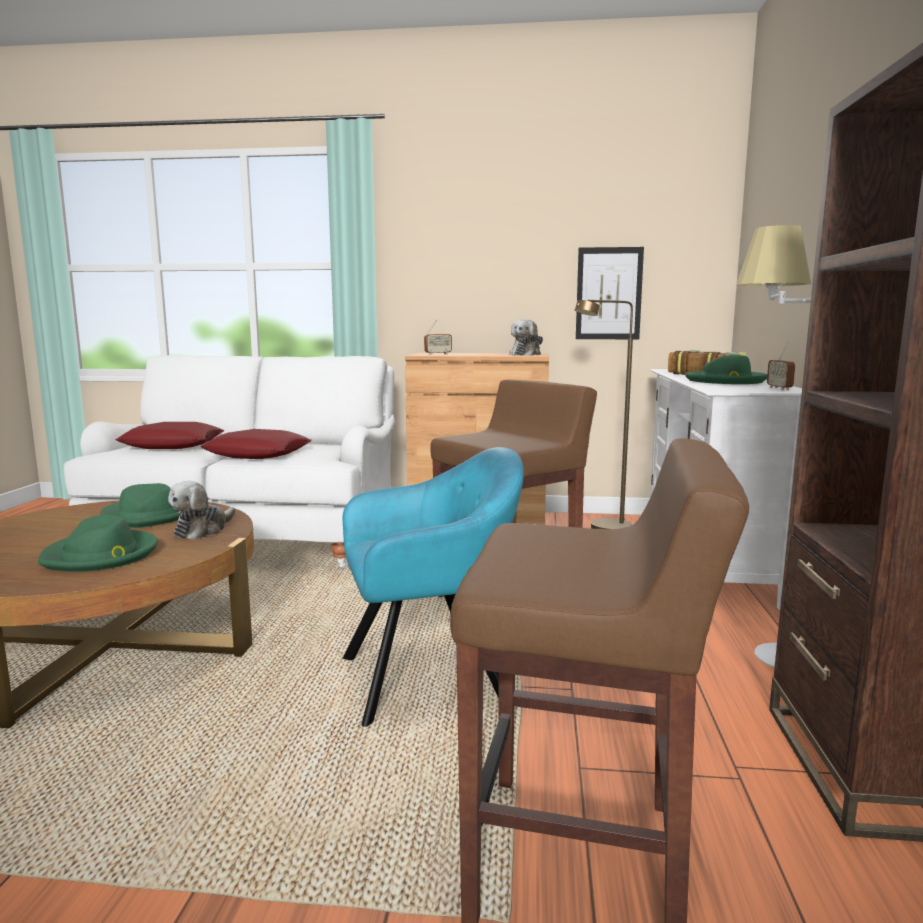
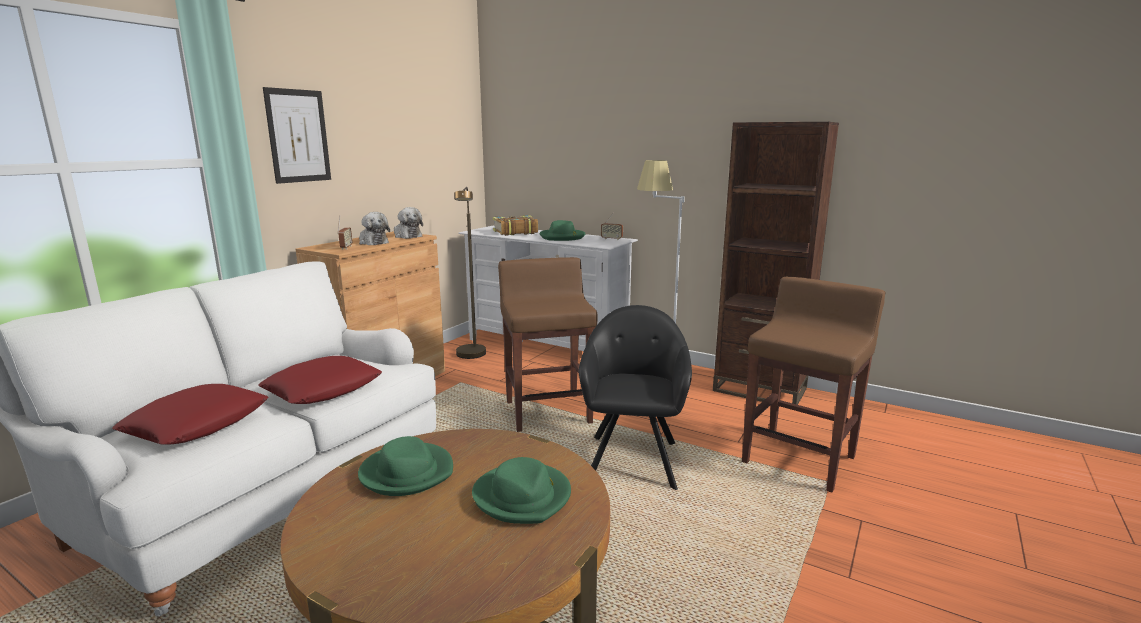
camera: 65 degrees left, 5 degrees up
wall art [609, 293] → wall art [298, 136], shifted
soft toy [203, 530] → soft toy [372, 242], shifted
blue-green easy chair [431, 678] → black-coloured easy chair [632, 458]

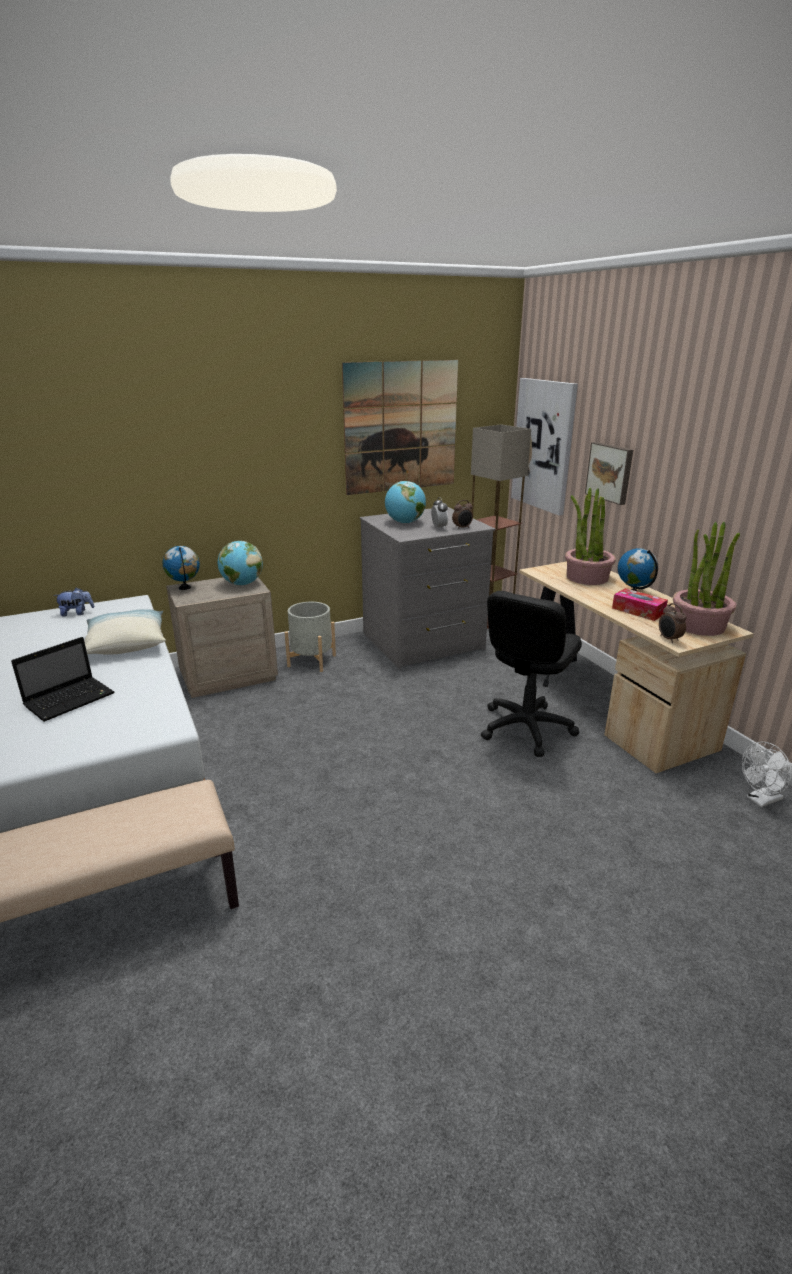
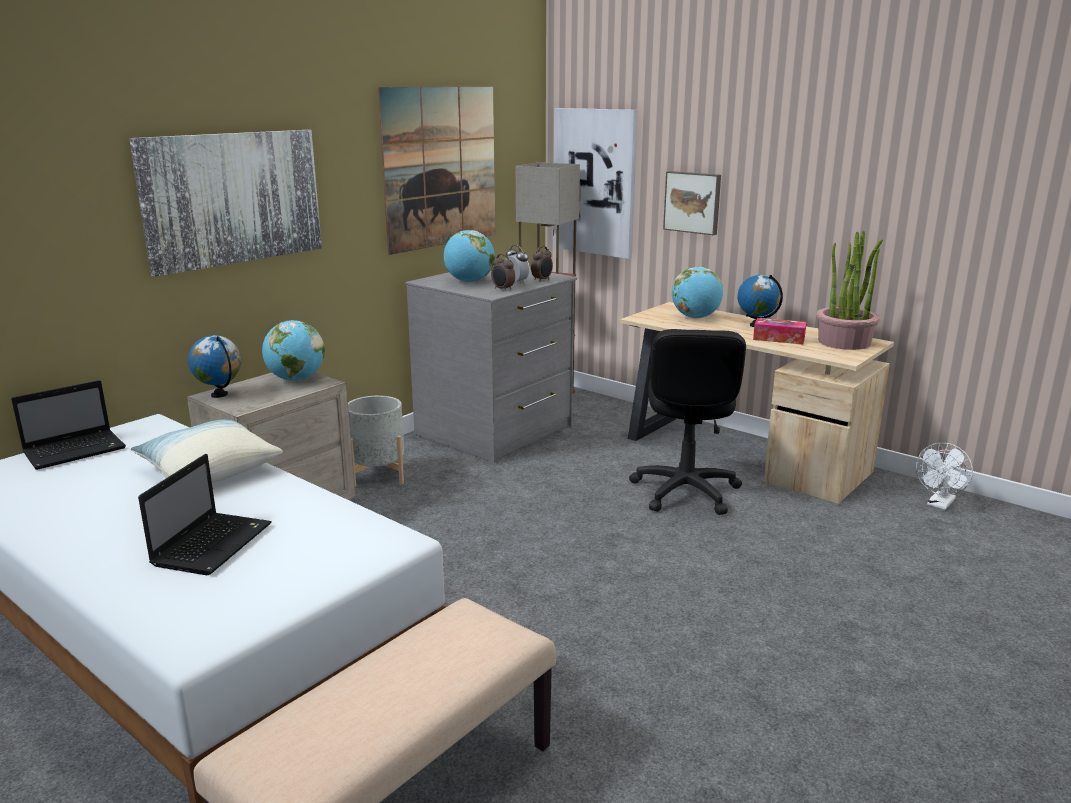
camera: 25 degrees left, 5 degrees down
soft toy [77, 613] → laptop [77, 450]
- → wall art [233, 198]
table clock [669, 639] → table clock [503, 289], shifted
potted plant [587, 578] → desk globe [695, 317]

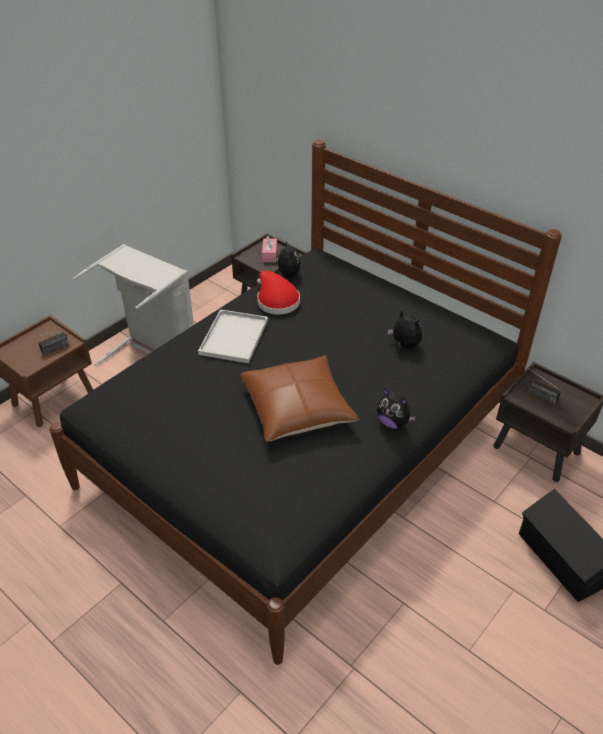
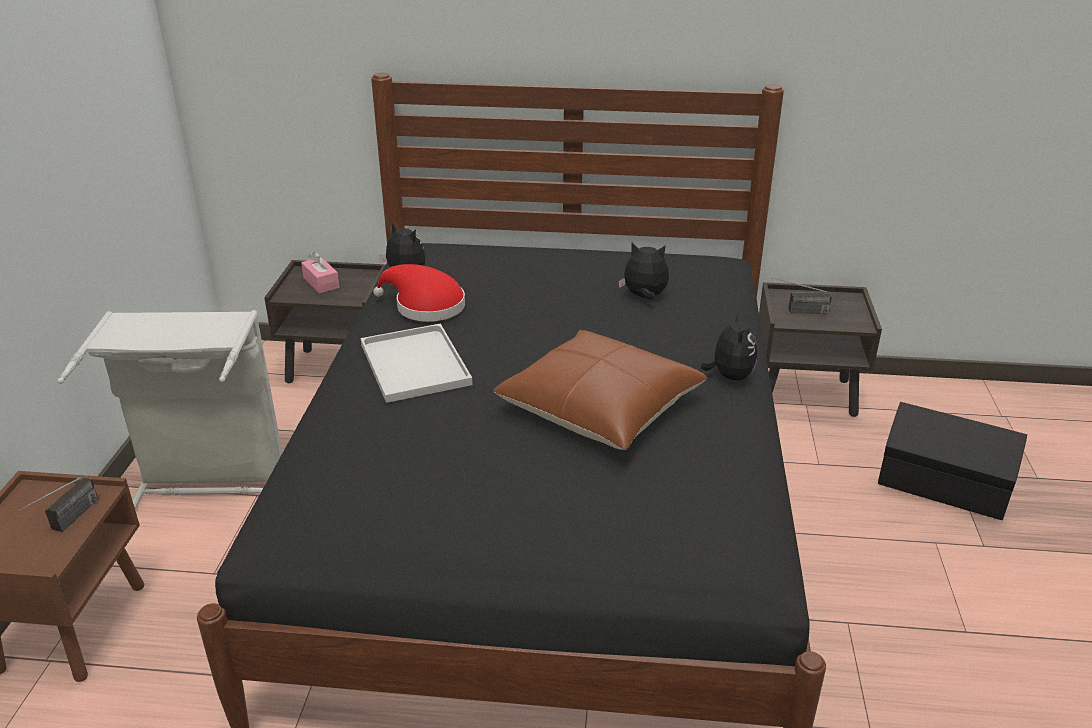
camera: 35 degrees left, 10 degrees down
soft toy [393, 423] → soft toy [729, 376], 90 degrees counterclockwise

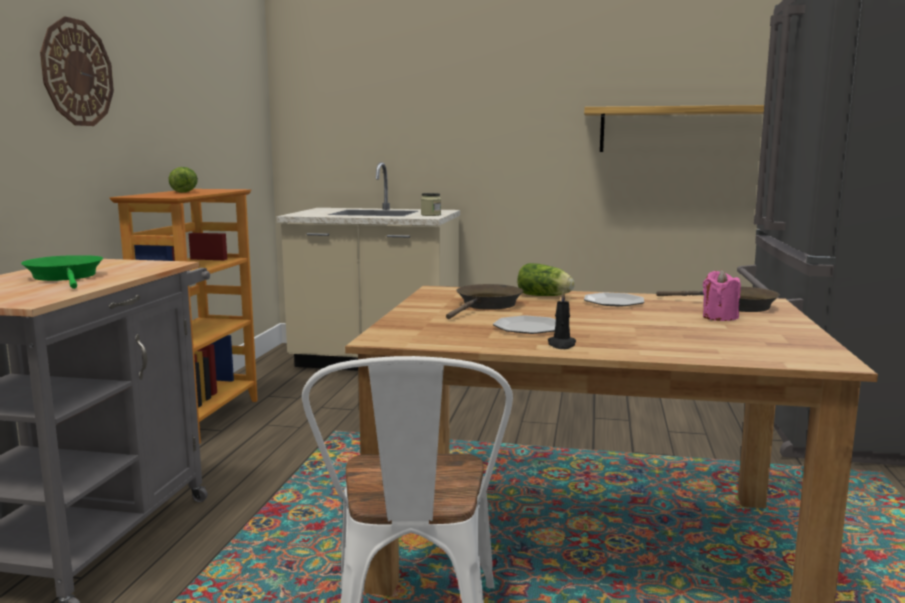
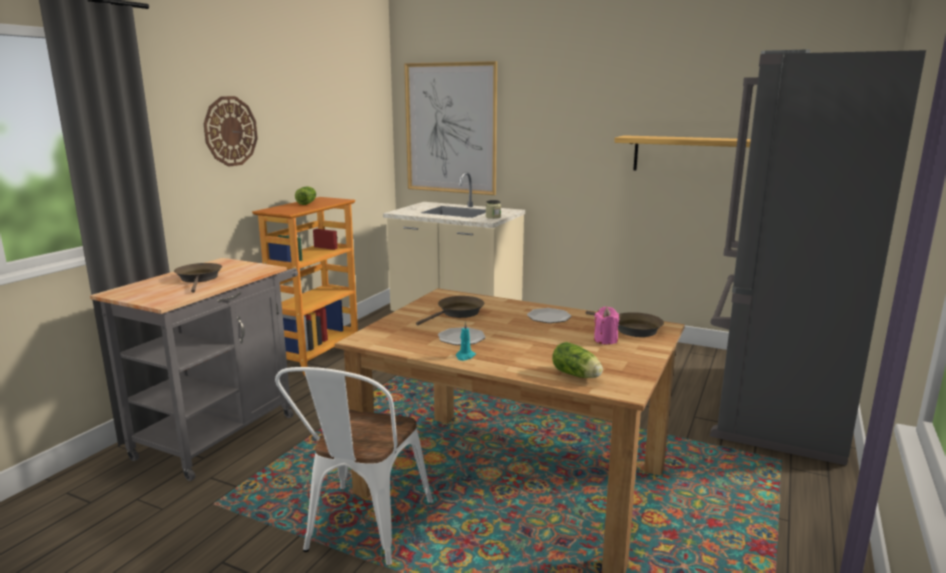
camera: 15 degrees right, 5 degrees up
green frying pan [66, 277] → brownish frying pan [199, 279]
- → wall art [450, 128]
black-coloured candle [561, 345] → blue-green candle [465, 356]
lettuce head [546, 296] → lettuce head [577, 375], shifted

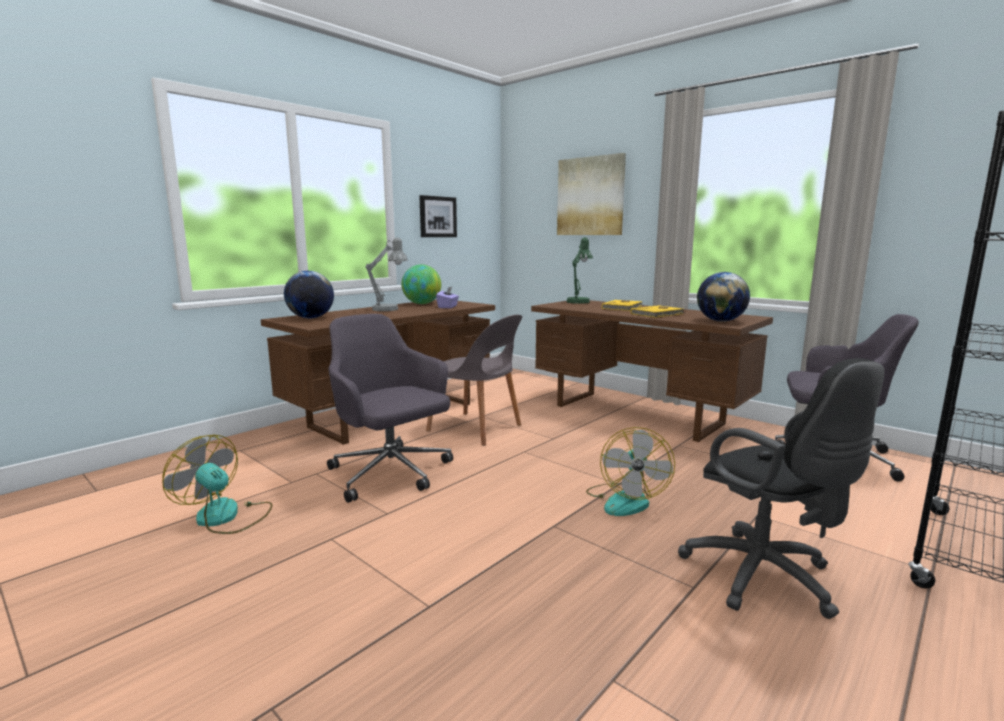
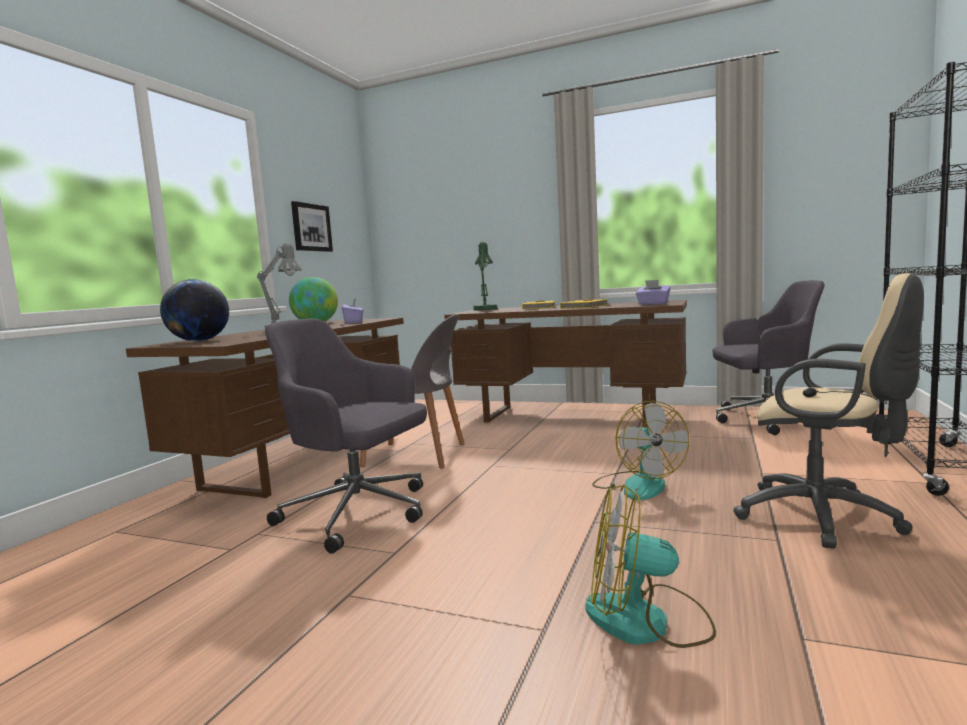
camera: 20 degrees left, 5 degrees down
cooling fan [225, 517] → cooling fan [647, 621], shifted
desk globe [720, 321] → purple-coloured tissue box [653, 304]
black-coloured desk chair [766, 579] → beige-coloured desk chair [826, 518]
wall art [590, 196] → -

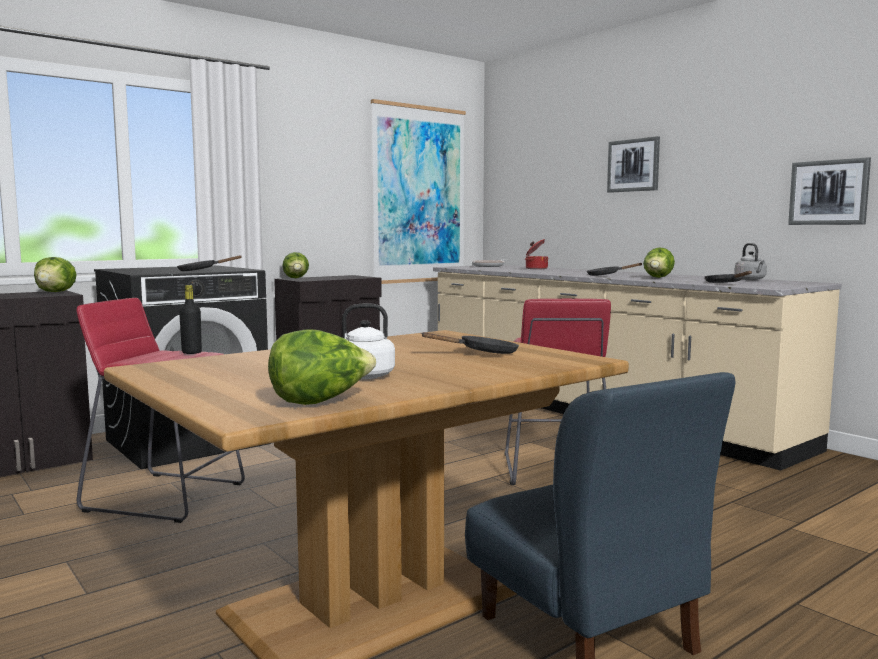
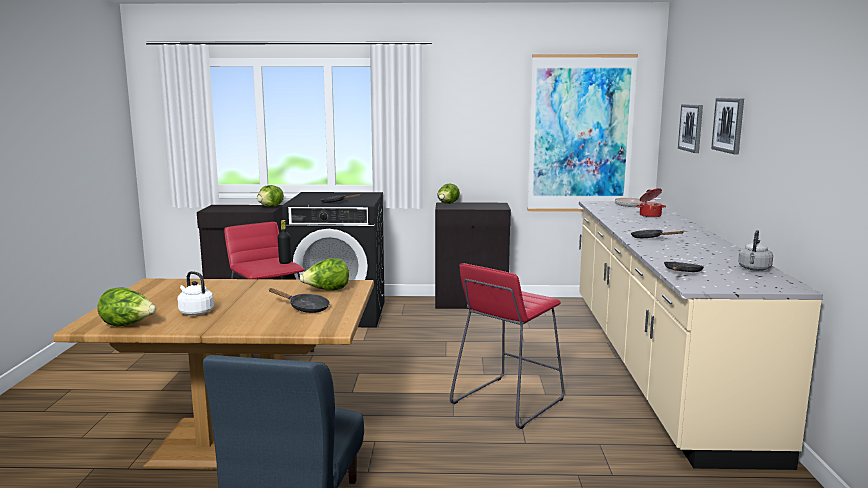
camera: 40 degrees right, 5 degrees up
lettuce head [658, 278] → lettuce head [326, 291], shifted
wall art [829, 192] → wall art [691, 127], shifted

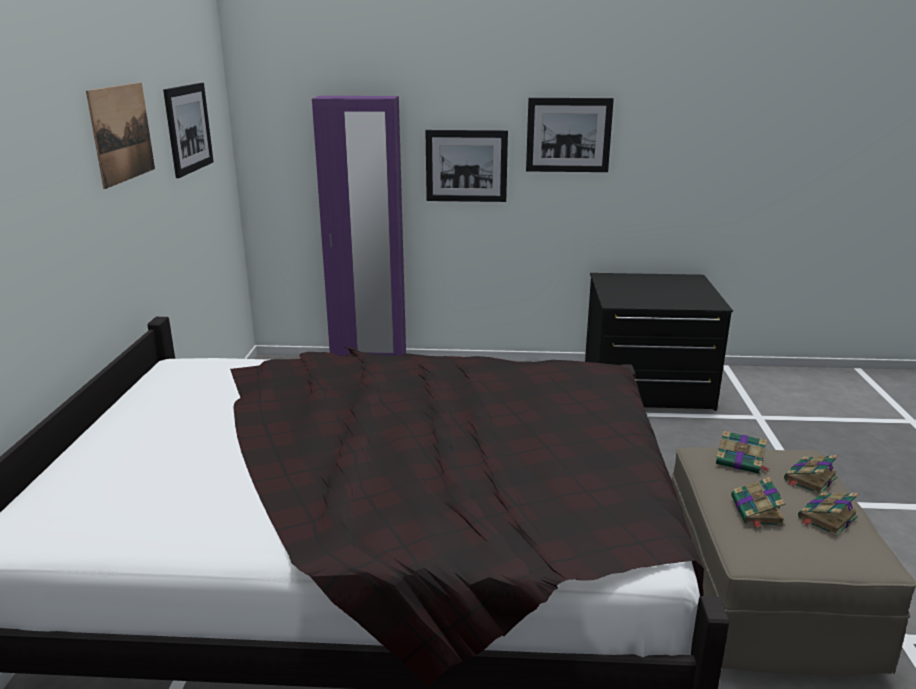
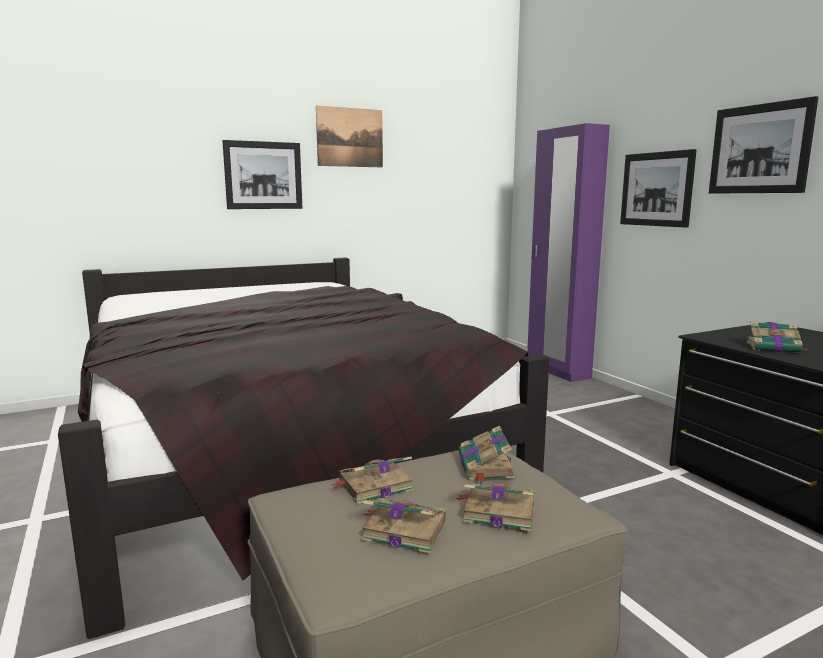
camera: 60 degrees right, 10 degrees down
wall art [188, 128] → wall art [263, 175], shifted
- → volume [774, 348]

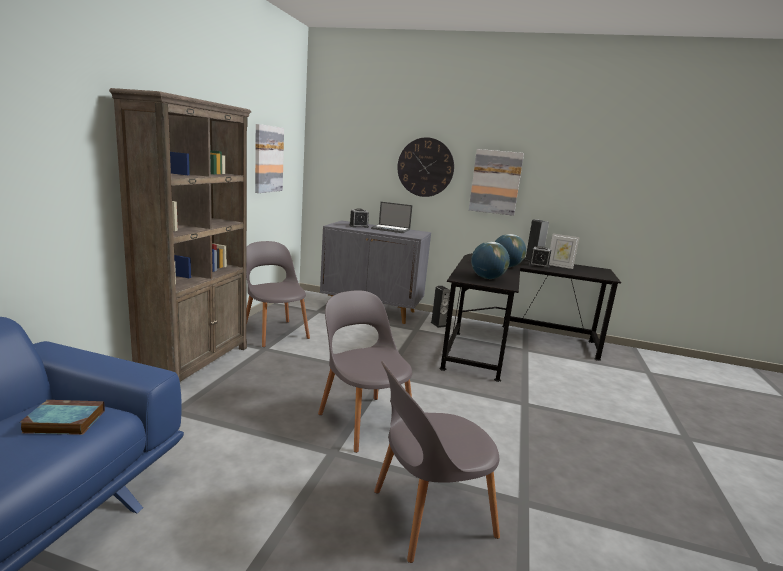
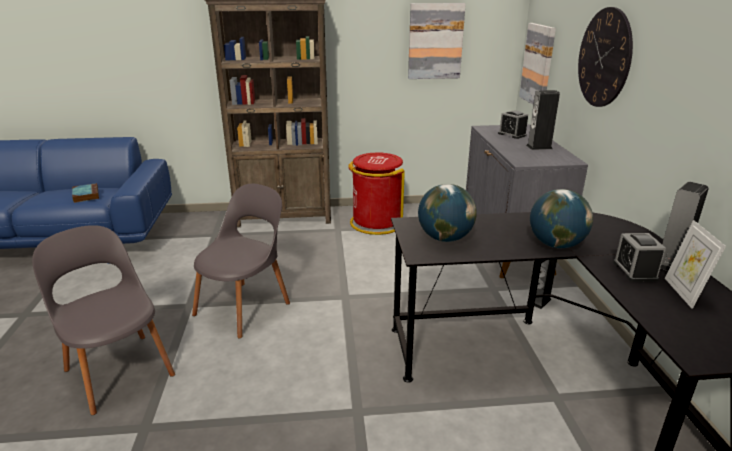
camera: 70 degrees right, 10 degrees up
gray upright chair [275, 332] → reddish waste bin [376, 223]
wall art [495, 182] → wall art [538, 65], shifted
laptop [391, 229] → loudspeaker [539, 147]

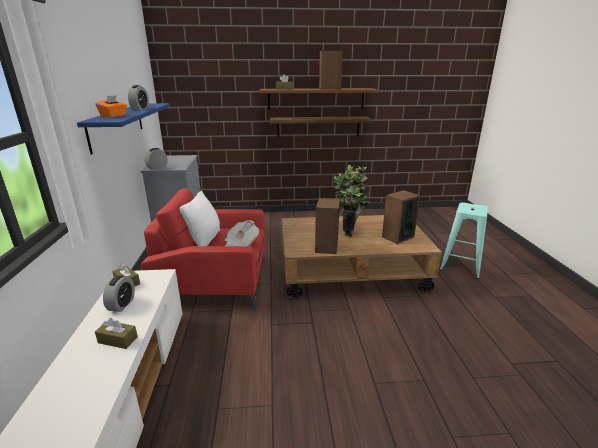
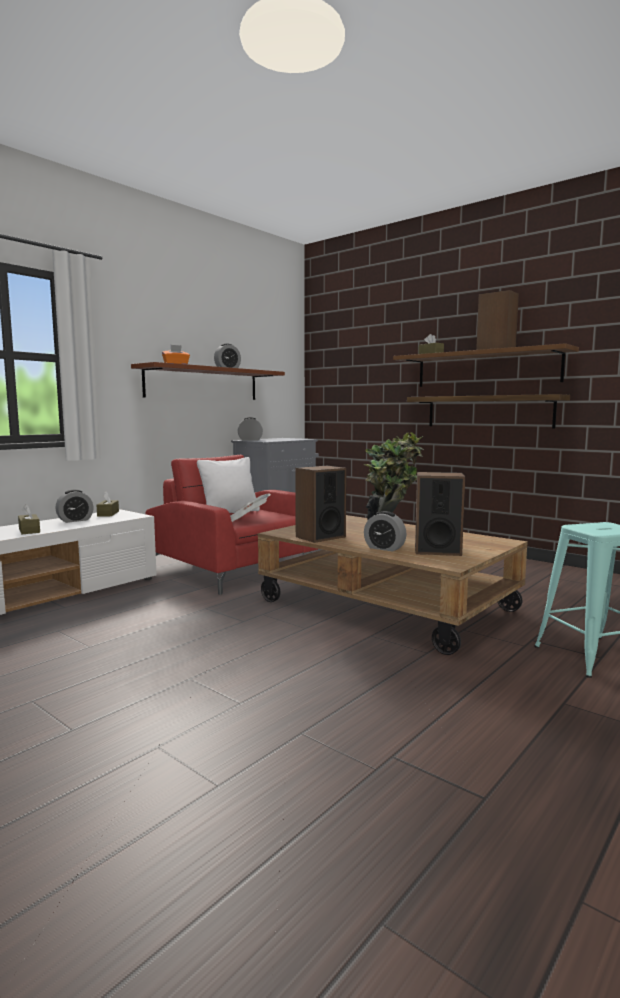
camera: 45 degrees right, 15 degrees down
blue-coloured wall shelf [117, 125] → brownish wall shelf [203, 383]
- → table clock [384, 548]

